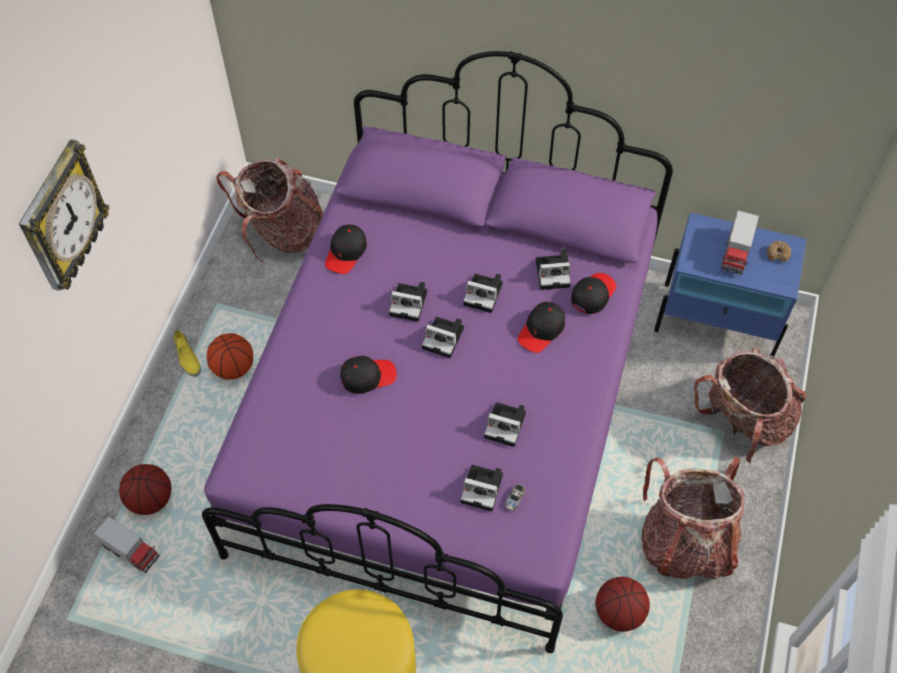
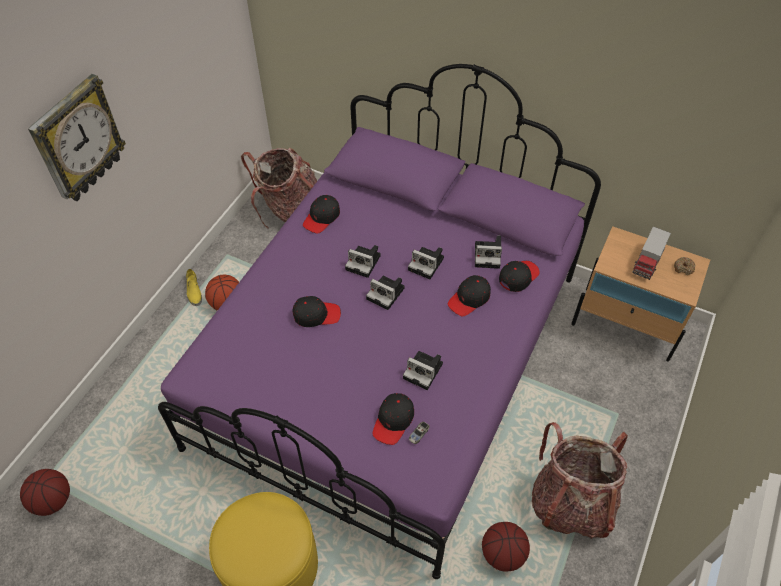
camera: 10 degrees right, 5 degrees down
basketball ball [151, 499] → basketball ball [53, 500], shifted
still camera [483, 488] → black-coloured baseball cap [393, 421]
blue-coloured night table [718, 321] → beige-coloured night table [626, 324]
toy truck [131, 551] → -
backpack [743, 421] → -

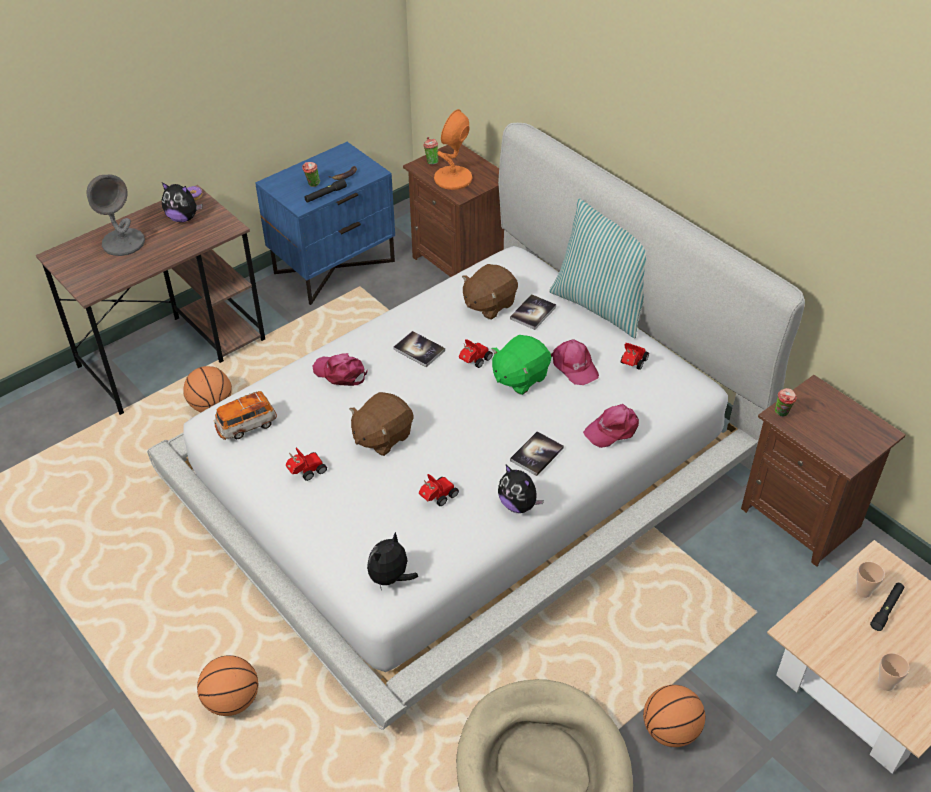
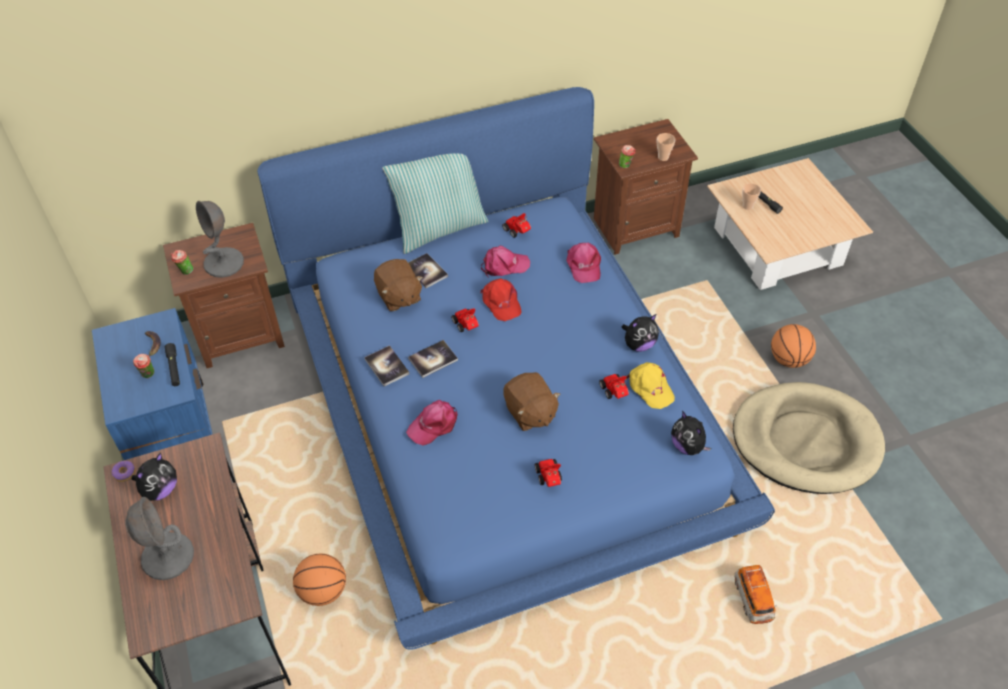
camera: 70 degrees left, 5 degrees up
orange lamp for a table [453, 178] → gray lamp for a table [224, 263]
whitish bedroom bed [466, 469] → blue-coloured bedroom bed [504, 404]
volume [536, 454] → volume [386, 366], shifted
green soft toy [519, 377] → reddish baseball cap [501, 302]
- → yellowish baseball cap [650, 388]
cup [885, 684] → cup [663, 157], shifted
model car [246, 426] → model car [752, 599], shifted
basketball ball [232, 701] → -

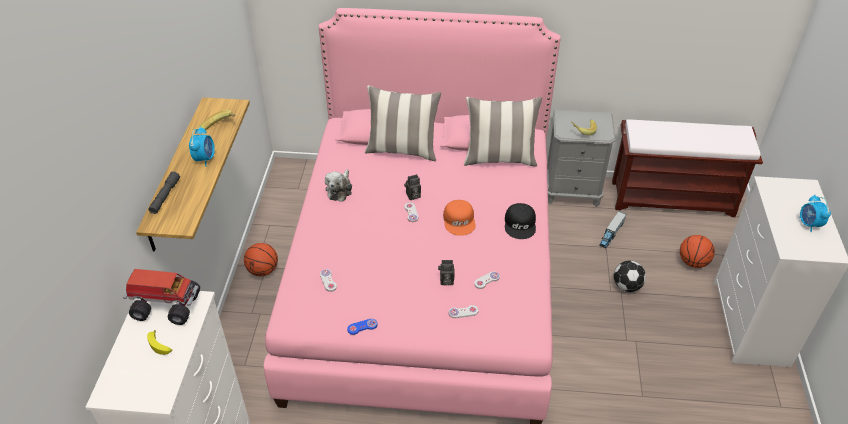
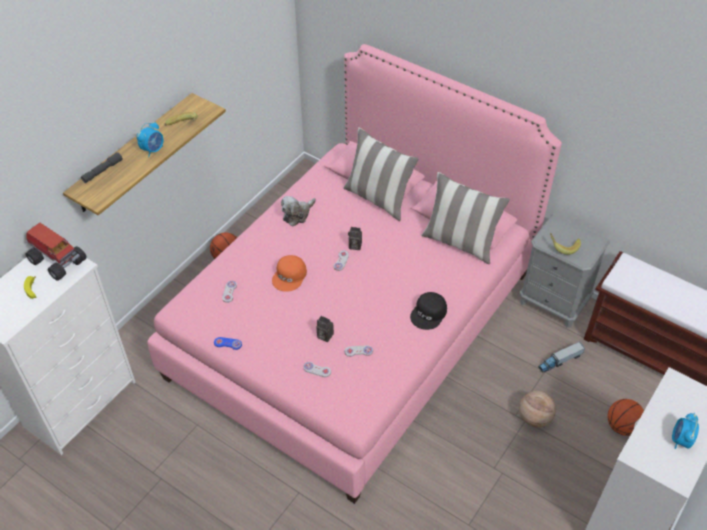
camera: 30 degrees right, 5 degrees up
orange baseball cap [459, 221] → orange baseball cap [290, 276], shifted
football [626, 286] → basketball ball [534, 418]

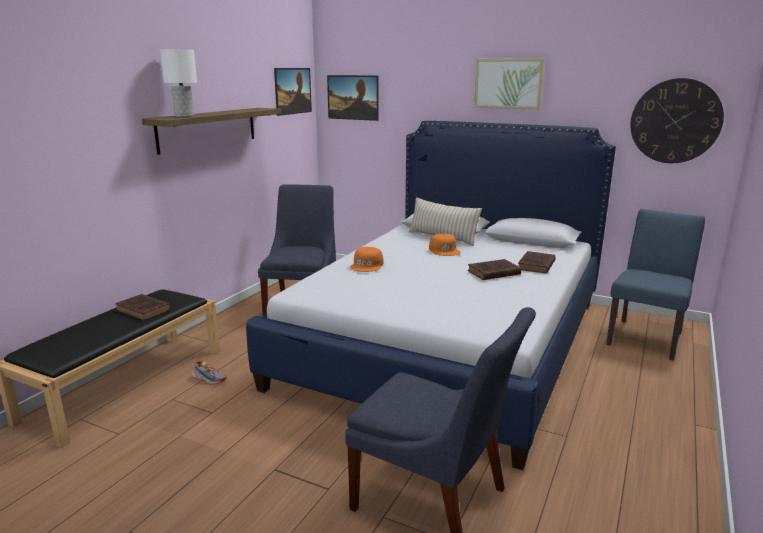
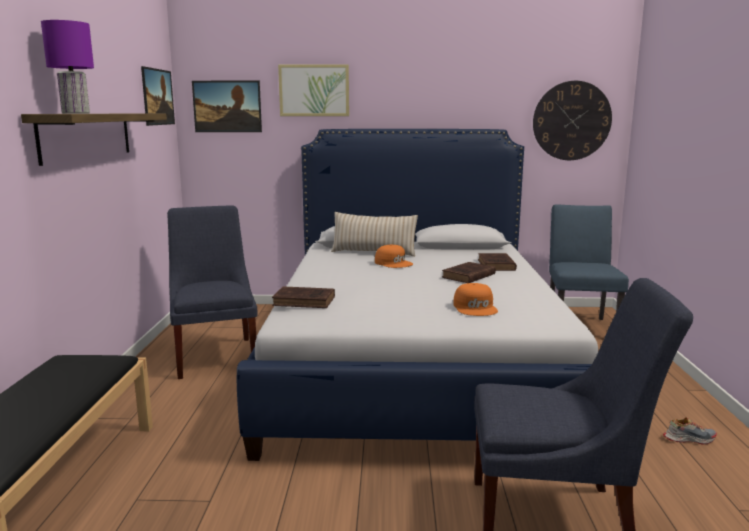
camera: 25 degrees left, 5 degrees down
whitish lamp for a table [184, 116] → purple-coloured lamp for a table [75, 113]
brownish volume [144, 310] → brownish volume [306, 301], shifted
wall art [508, 83] → wall art [314, 90], shifted
orange baseball cap [367, 265] → orange baseball cap [476, 308], shifted
shoe [209, 378] → shoe [689, 439], shifted

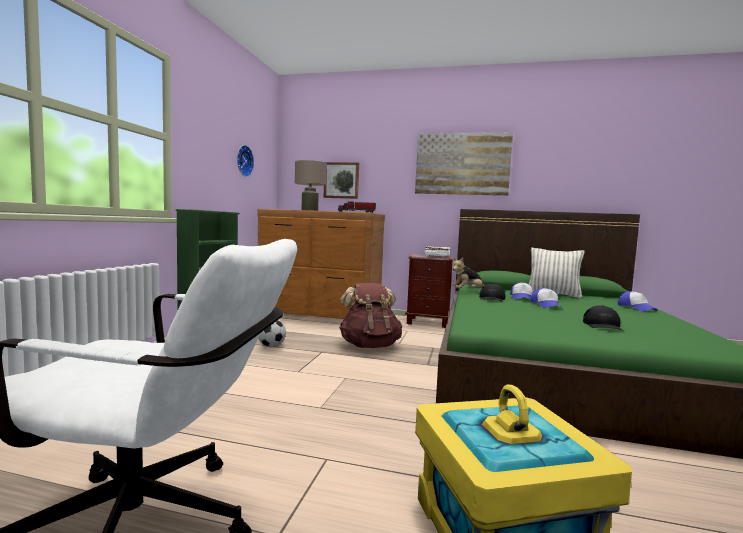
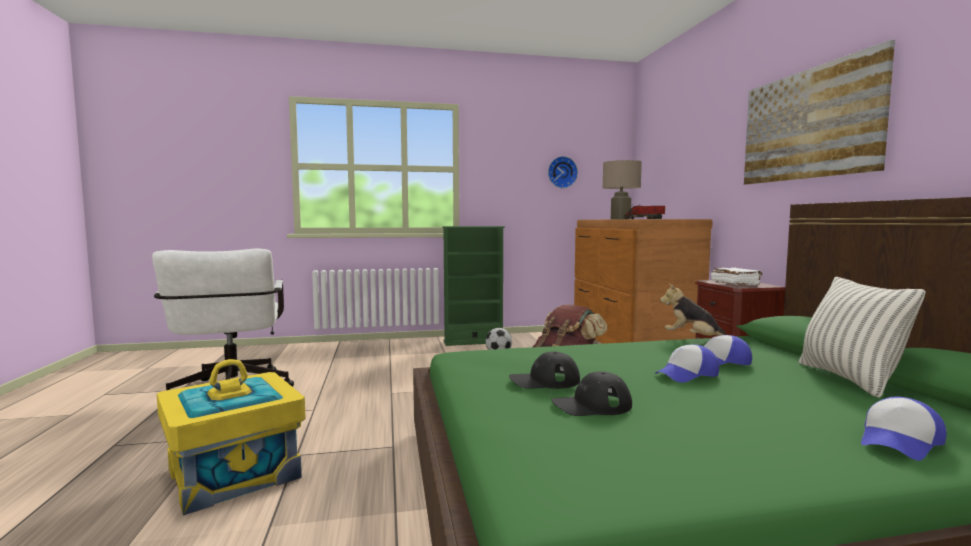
camera: 65 degrees right, 0 degrees up
black-coloured baseball cap [491, 298] → black-coloured baseball cap [544, 381], shifted
wall art [341, 180] → -

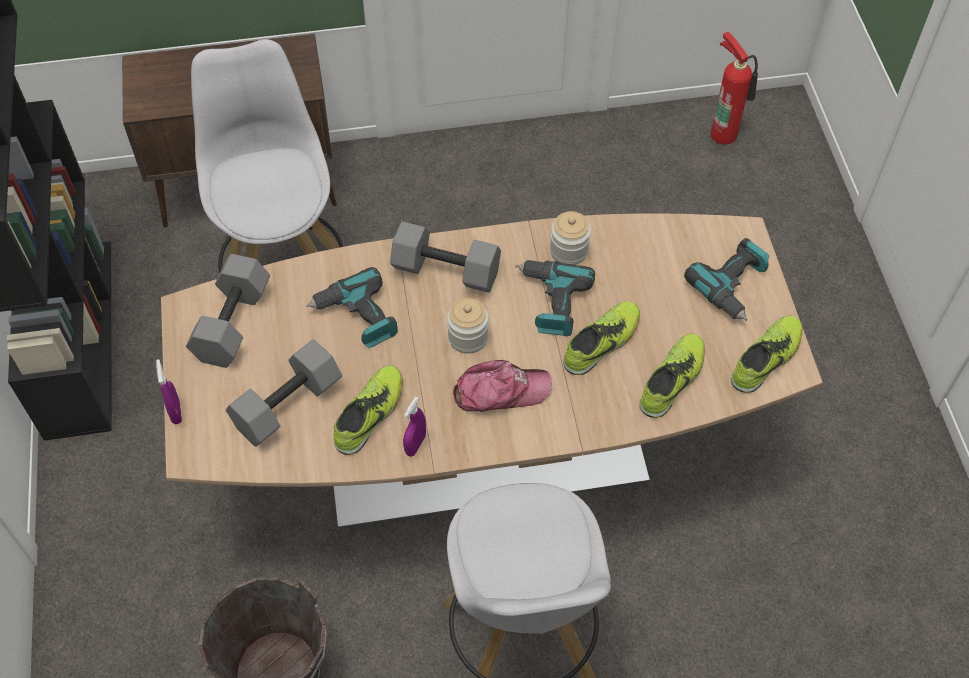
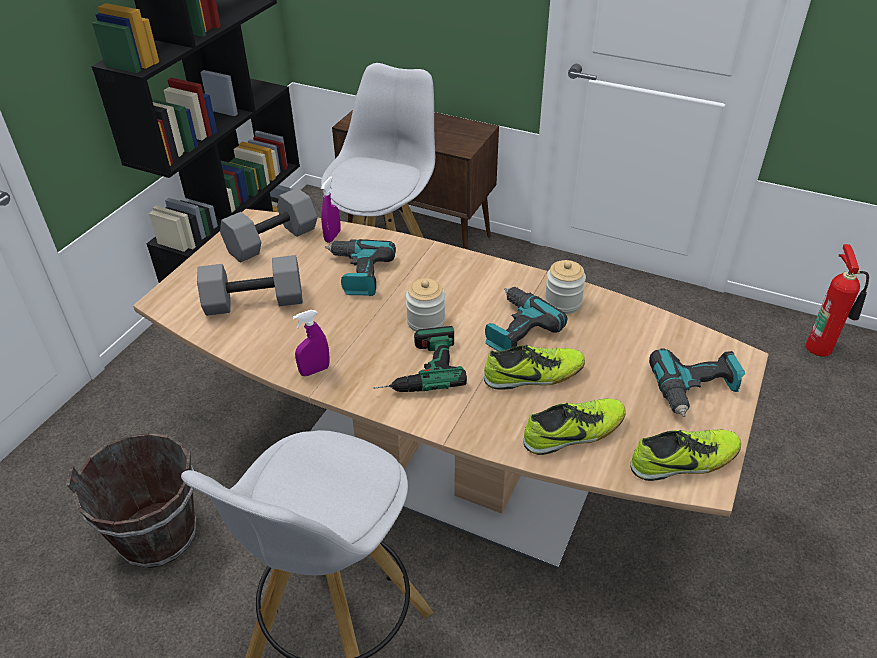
camera: 35 degrees right, 15 degrees down
purple-coloured hand sprayer [176, 412] → purple-coloured hand sprayer [332, 236], shifted
baseball cap [500, 391] → electric drill [416, 368]
shoe [370, 414] → -
gray dumbbell [444, 271] → -

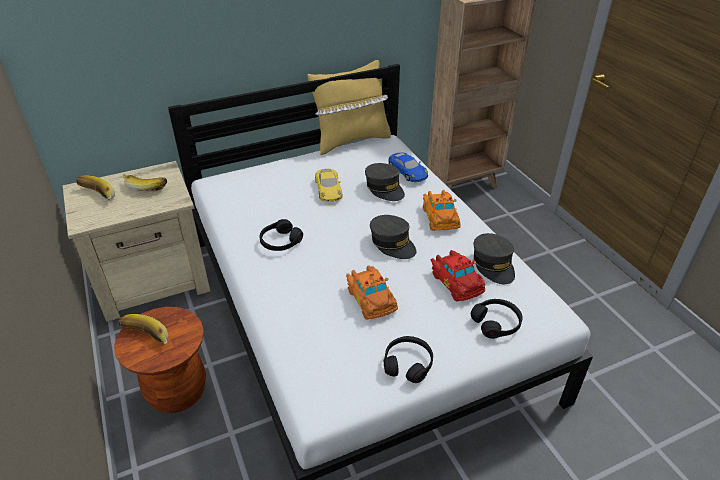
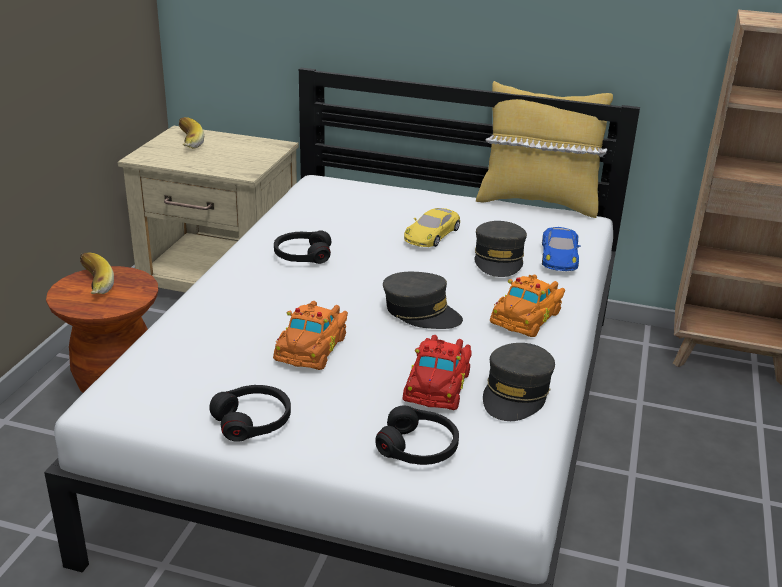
camera: 40 degrees right, 10 degrees down
gray baseball cap [392, 243] → gray baseball cap [421, 312], 60 degrees counterclockwise
banana fruit [147, 186] → -

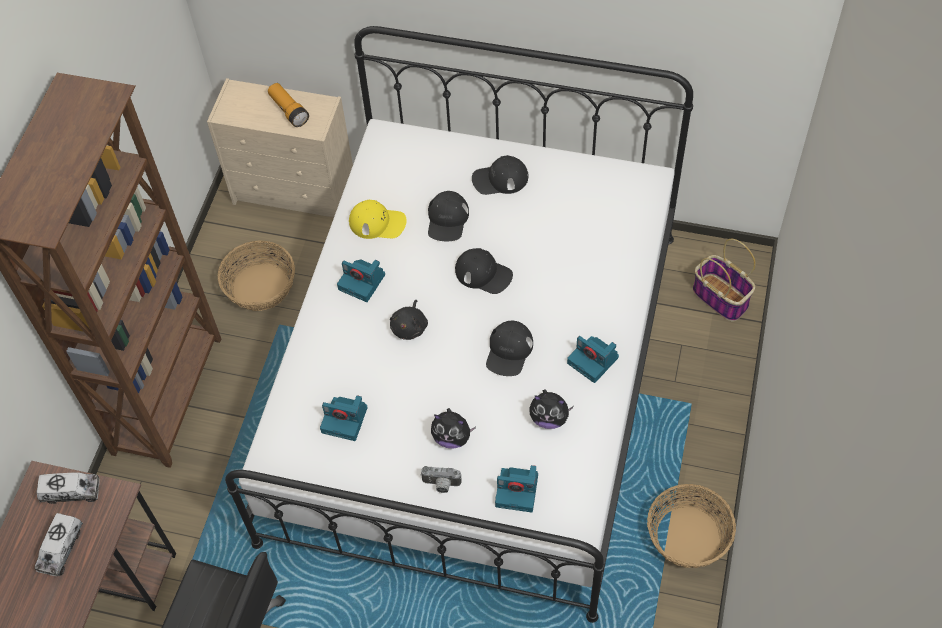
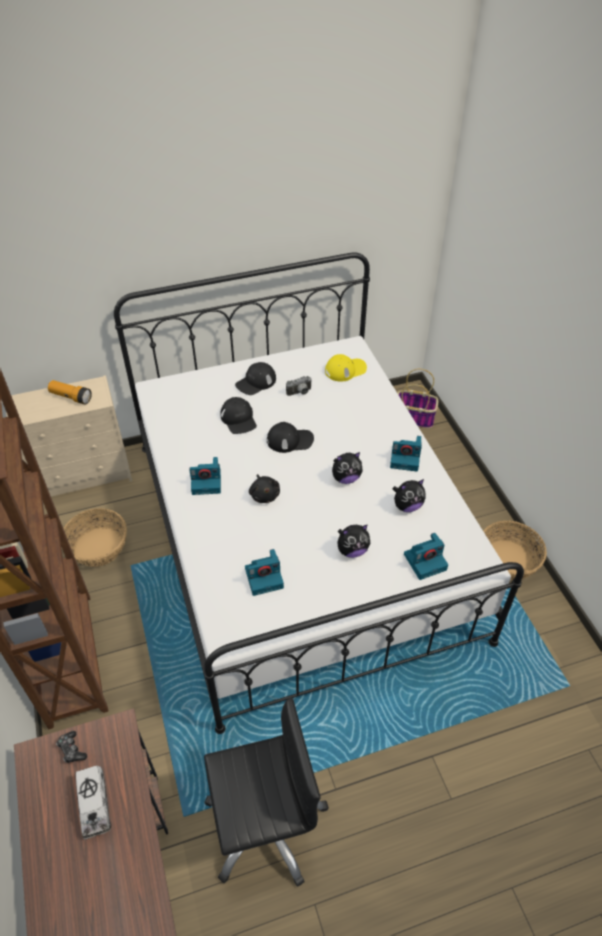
camera: 35 degrees left, 10 degrees down
toy truck [71, 492] → joypad [72, 750]
still camera [441, 485] → still camera [300, 393], shifted
yellowish baseball cap [378, 223] → yellowish baseball cap [345, 370], shifted
black-coloured baseball cap [509, 351] → soft toy [346, 478]

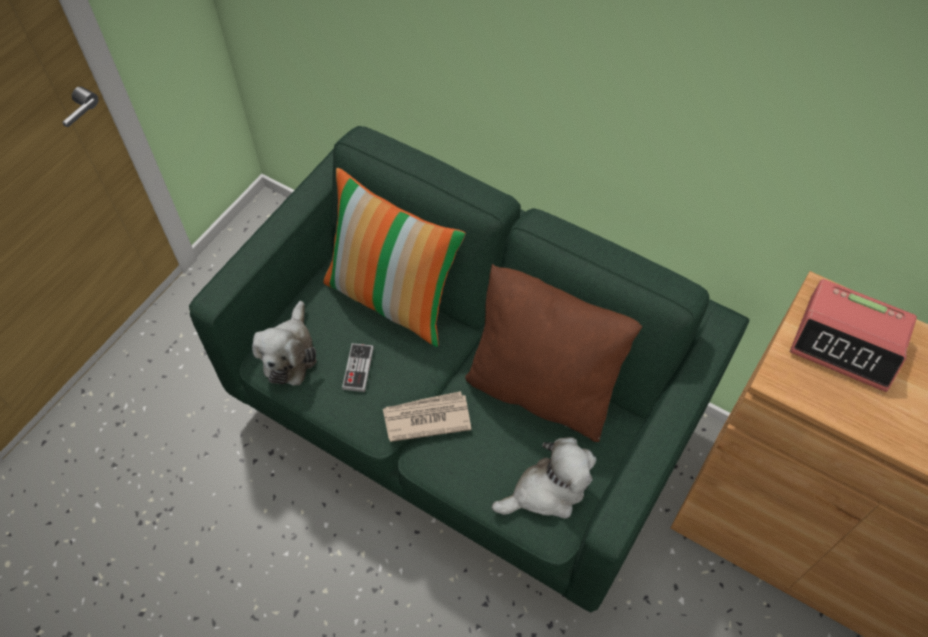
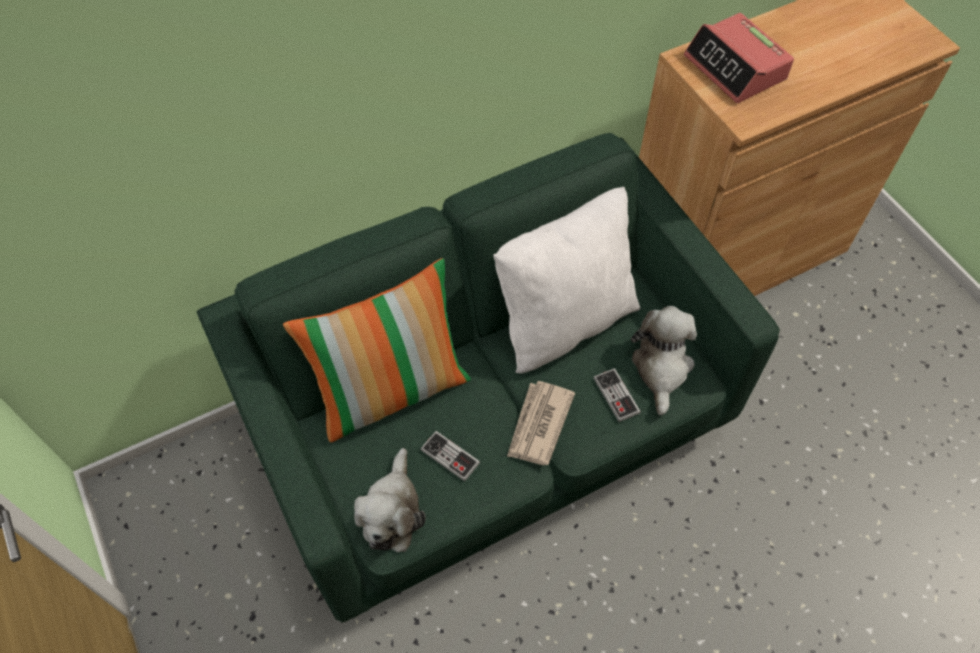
camera: 60 degrees left, 0 degrees up
soft toy [289, 353] → soft toy [392, 512], 60 degrees clockwise
brownish pillow [542, 388] → whitish pillow [564, 321]
- → joypad [616, 396]
table clock [847, 342] → table clock [735, 68], 90 degrees clockwise

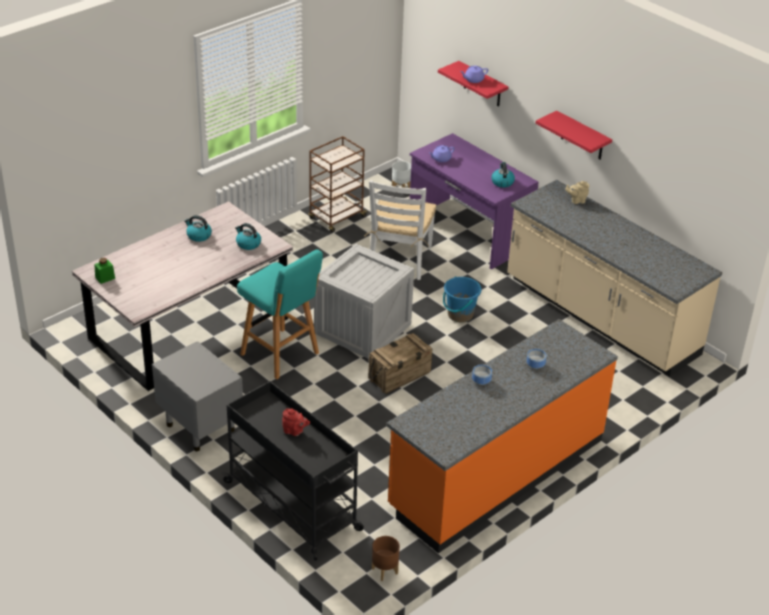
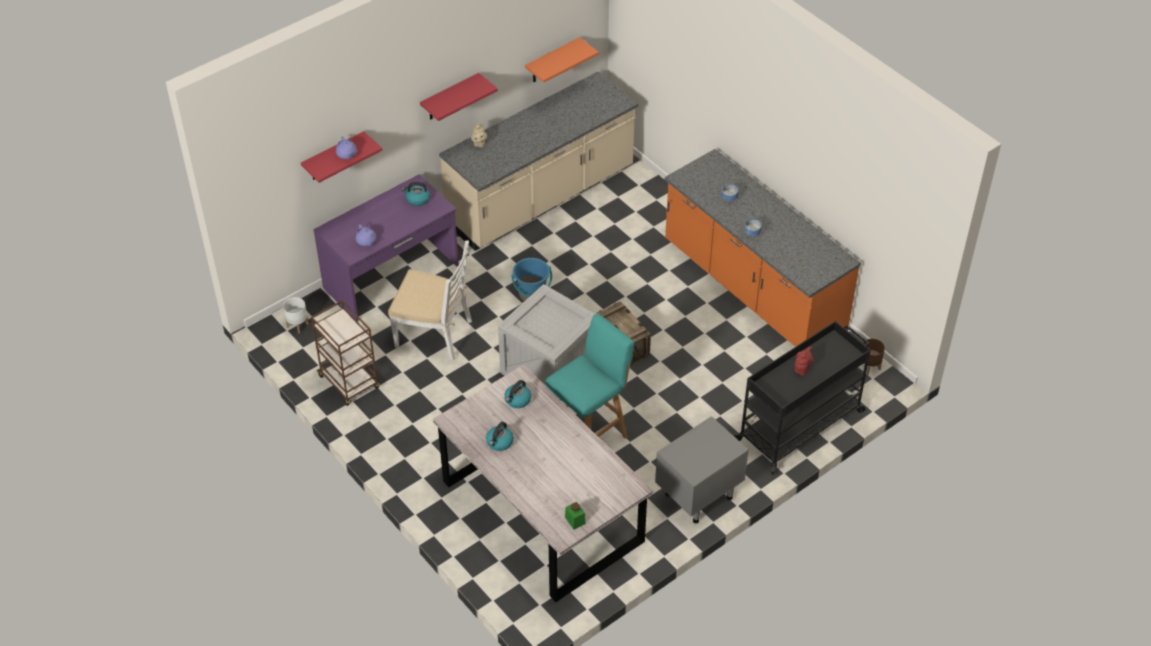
camera: 85 degrees left, 10 degrees up
- → orange wall shelf [552, 61]

